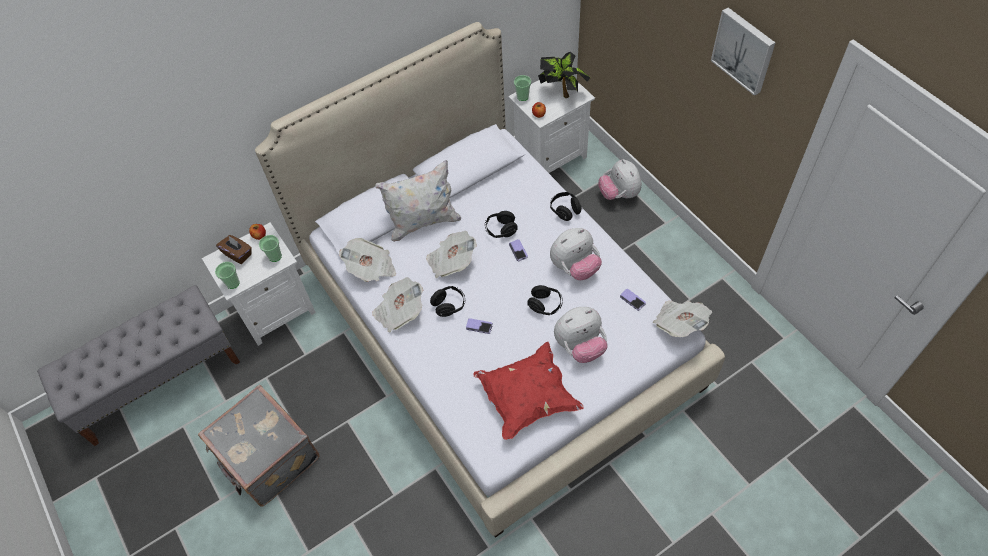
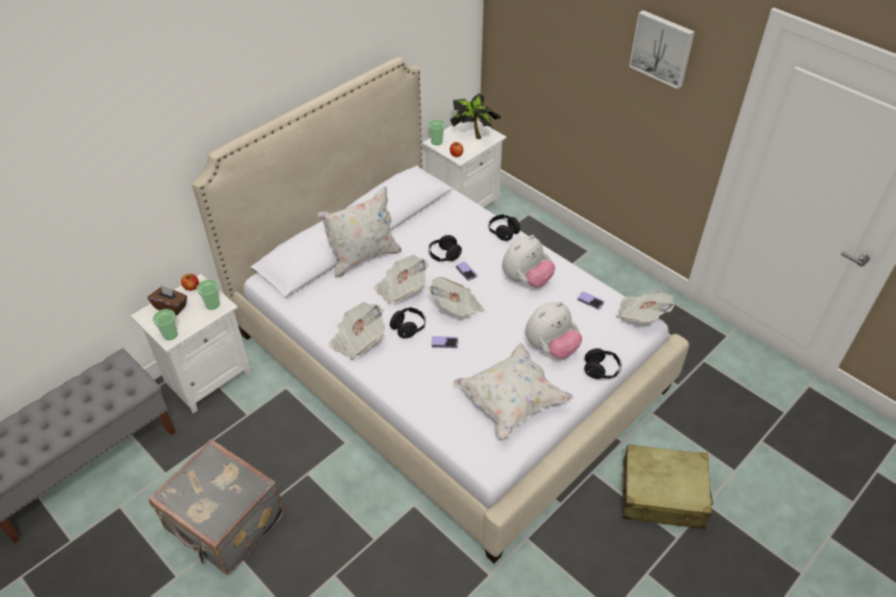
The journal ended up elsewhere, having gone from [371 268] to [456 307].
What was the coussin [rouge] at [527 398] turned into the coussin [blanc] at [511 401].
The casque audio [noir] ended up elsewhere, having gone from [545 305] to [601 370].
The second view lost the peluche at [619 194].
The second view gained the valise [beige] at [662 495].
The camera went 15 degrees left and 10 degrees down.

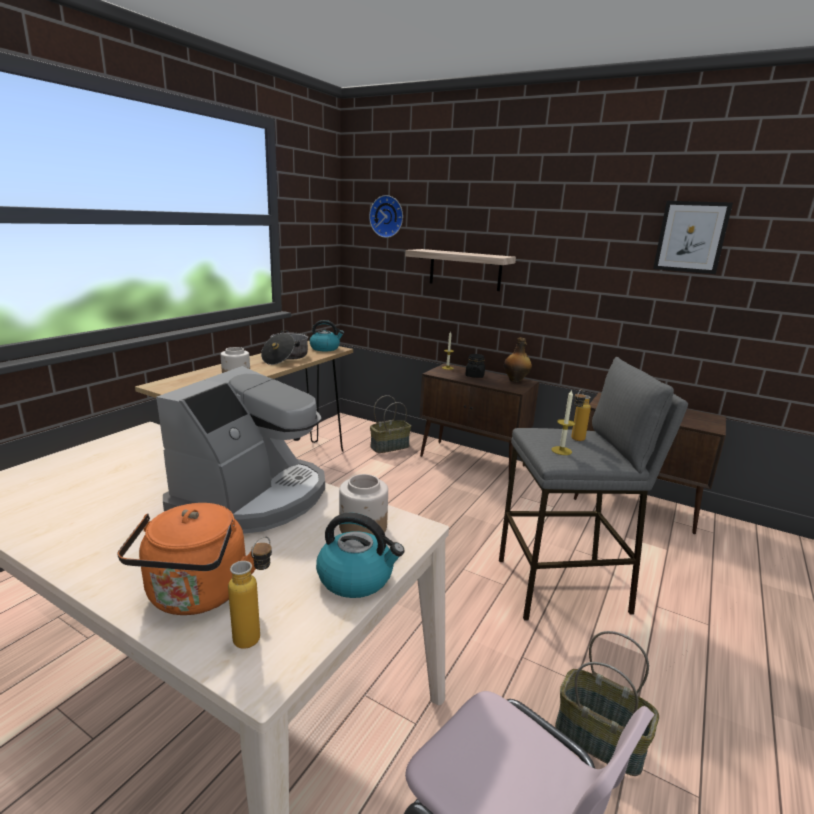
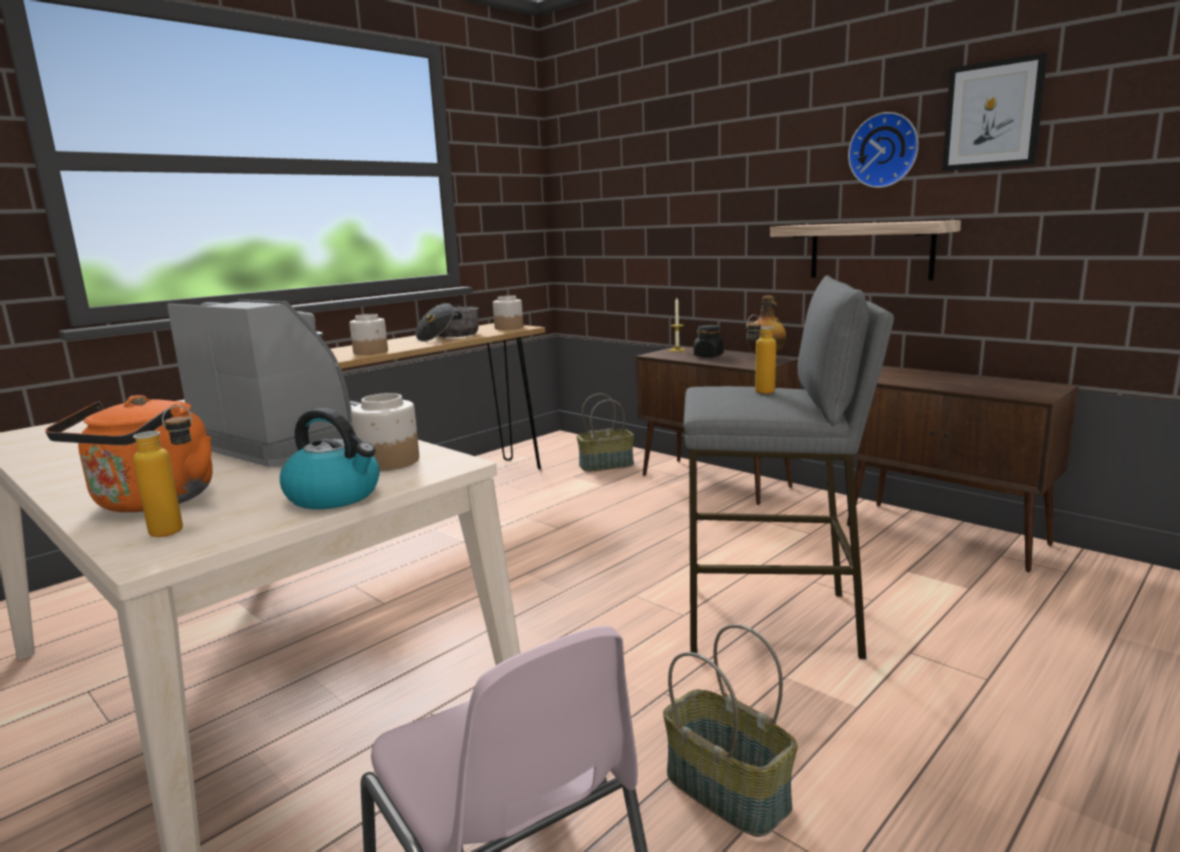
The machine à café at [253 497] ended up facing another way, 90 degrees counterclockwise from before.
Where the bouilloire stood at [325 348], the bocal came to stand at [508 327].
The horloge murale ended up elsewhere, having gone from [387 216] to [884 150].
The étagère ended up elsewhere, having gone from [465 270] to [870 251].
The second view lost the bougie at [561 450].
The camera went 15 degrees right and 5 degrees down.

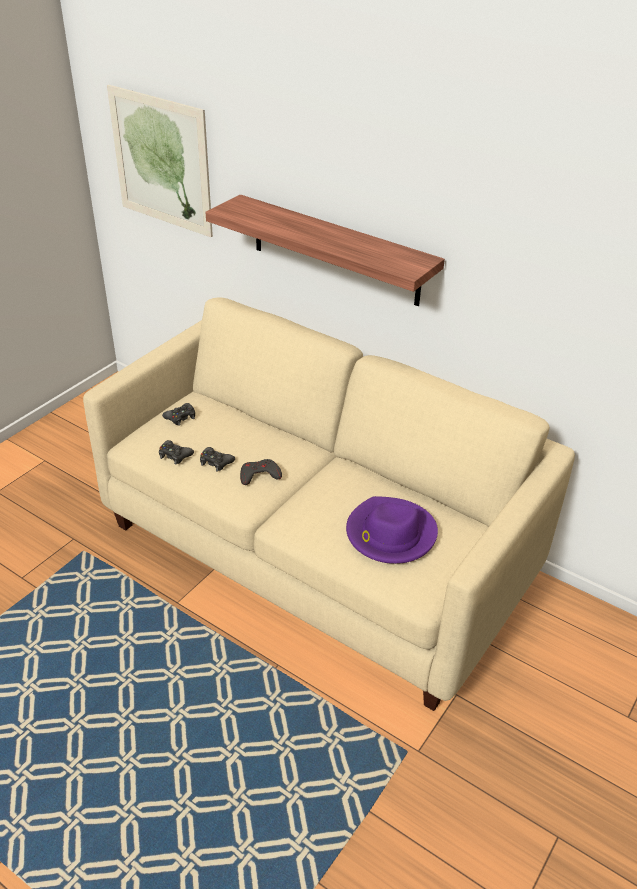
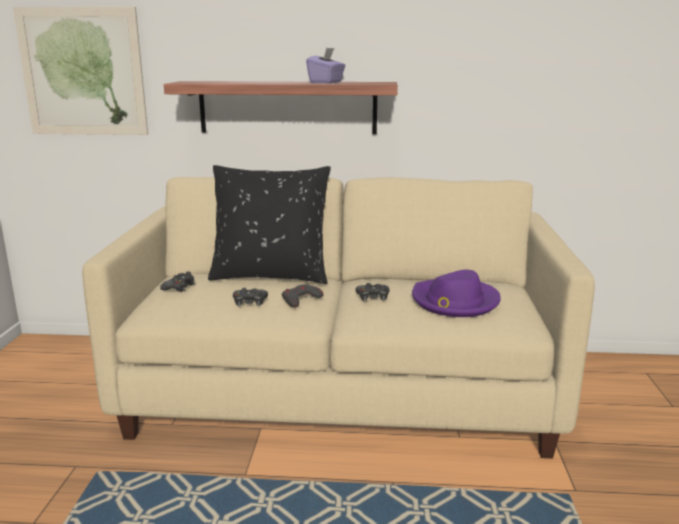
The manette [noir] ended up elsewhere, having gone from [175 455] to [373 297].
The second view gained the coussin [noir] at [271 275].
The second view gained the boîte à mouchoirs [violet] at [326 82].
The camera went 30 degrees left and 20 degrees down.

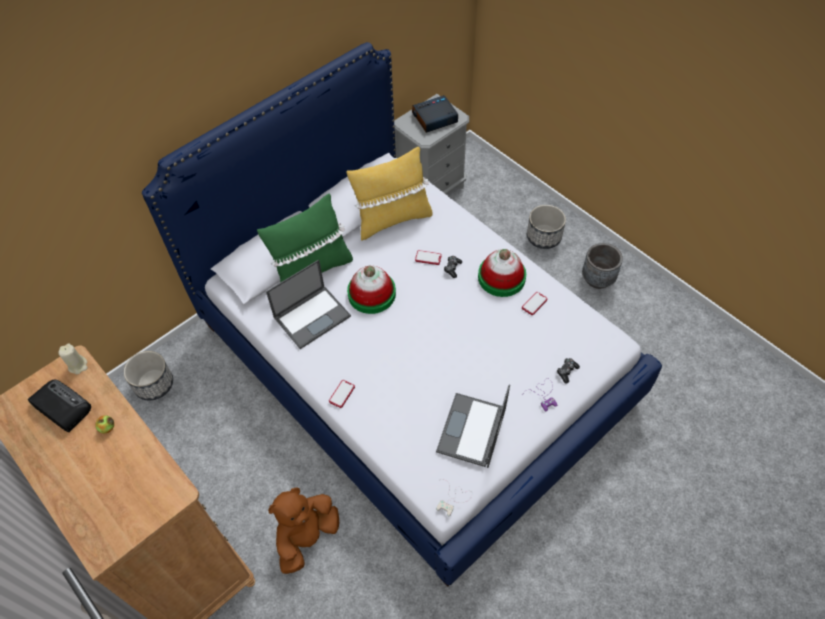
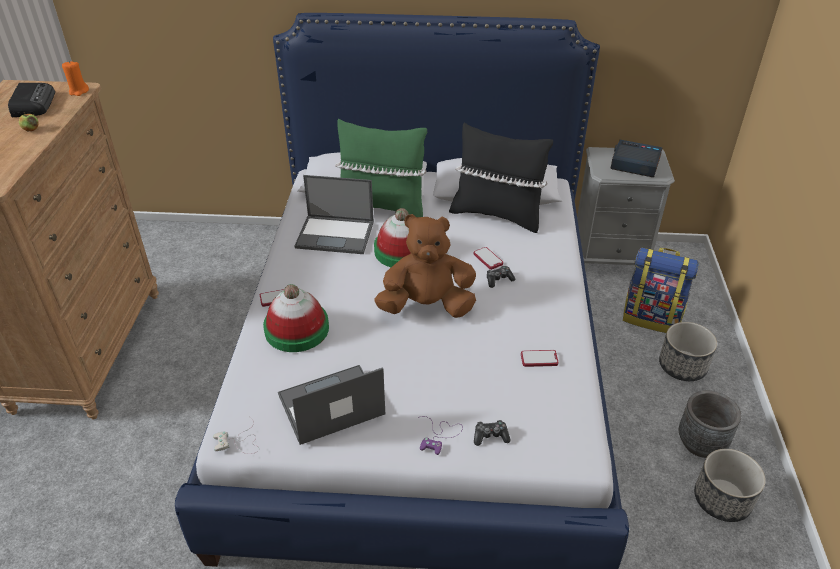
What was the bougie [beige] at [78 365] turned into the bougie [orange] at [78 91].
The cache-pot ended up elsewhere, having gone from [154 384] to [722 500].
The peluche [marron] ended up elsewhere, having gone from [307 537] to [427 306].
What was the coussin [jaune] at [392 219] turned into the coussin [noir] at [496 215].
The chapeau ended up elsewhere, having gone from [501 277] to [297 329].
The second view gained the sac à dos at [652 317].
The camera went 45 degrees right and 15 degrees down.

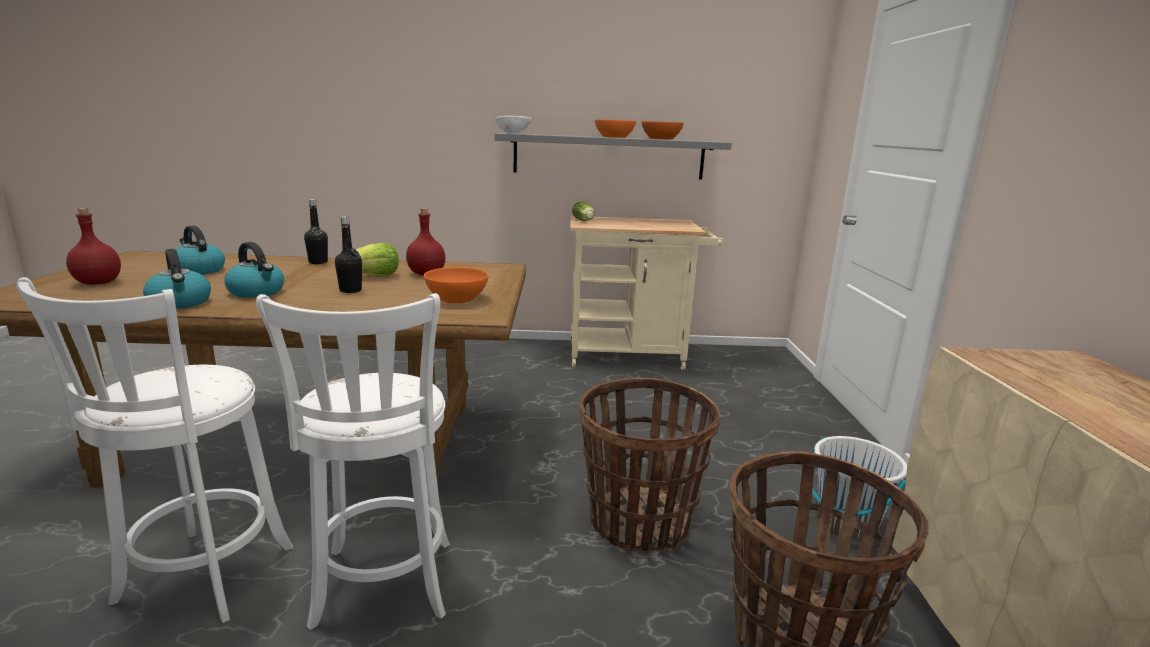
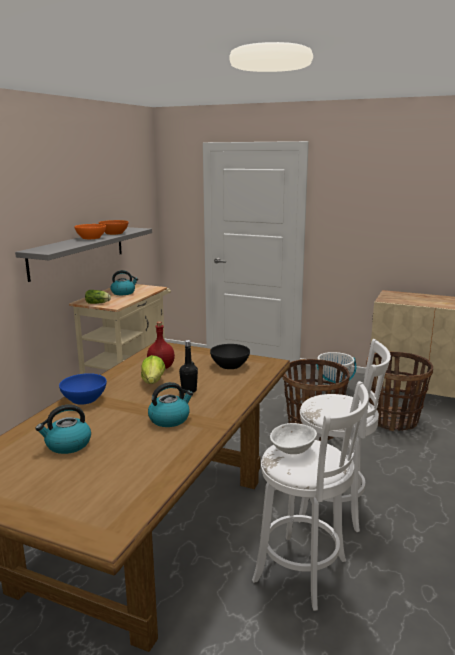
The second view lost the bouteille [rouge] at [99 283].
The bouilloire ended up elsewhere, having gone from [180 303] to [123 293].
Where the bouteille [noir] stood at [318 262], the bol [bleu] came to stand at [84 398].
What was the bol [orange] at [457 298] turned into the bol [noir] at [230 365].
The bol [blanc] ended up elsewhere, having gone from [512 133] to [293 450].
The camera went 65 degrees left and 0 degrees up.

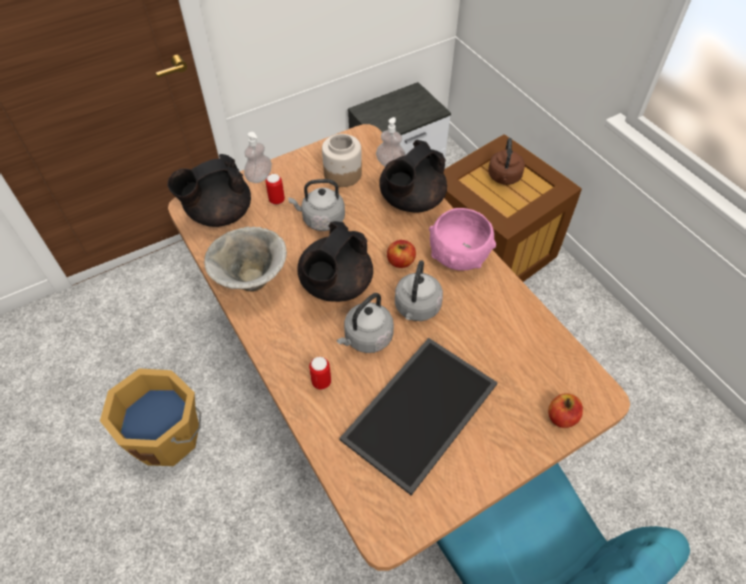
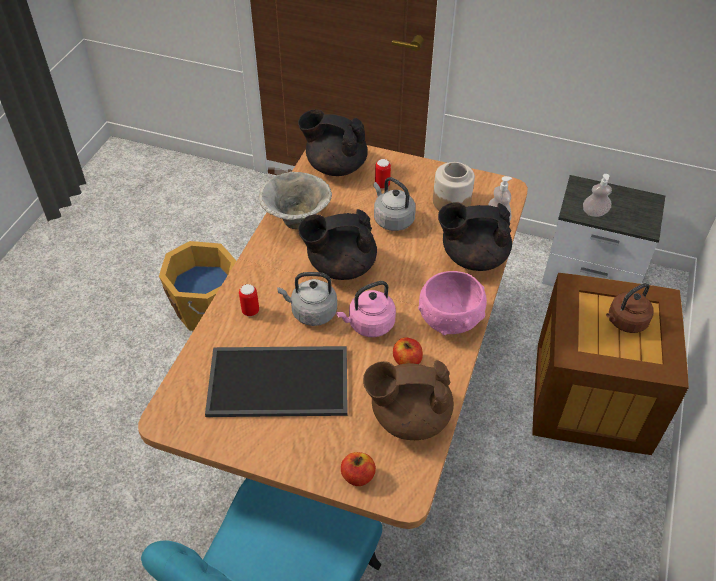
The distributeur de savon ended up elsewhere, having gone from [259 177] to [594 212].
The pomme ended up elsewhere, having gone from [400 261] to [407 361].
What was the bouilloire [gris] at [416 308] turned into the bouilloire [rose] at [369 324].
The second view gained the théière [marron] at [408 416].
The camera went 50 degrees right and 5 degrees down.

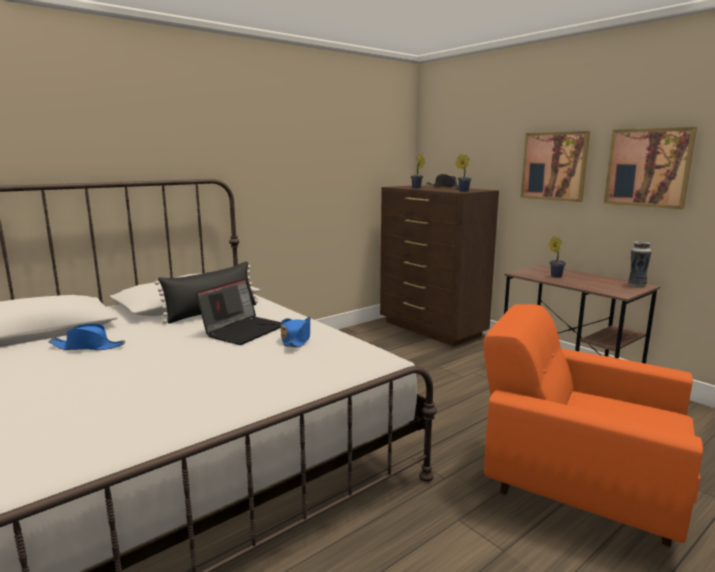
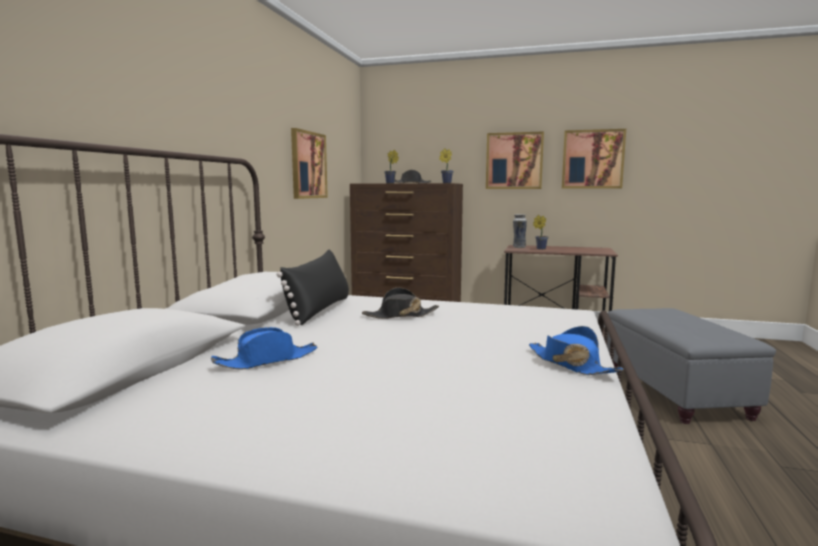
Where the ordinateur portable stood at [244 330], the chapeau [noir] came to stand at [400 315].
The chapeau [bleu] ended up elsewhere, having gone from [296 339] to [570 364].
Where the fauteuil [orange] stood at [578 485], the pouf [gris] came to stand at [674 392].
The vase ended up elsewhere, having gone from [636 285] to [519 247].
The second view gained the tableau at [308 165].
The camera went 35 degrees left and 5 degrees down.

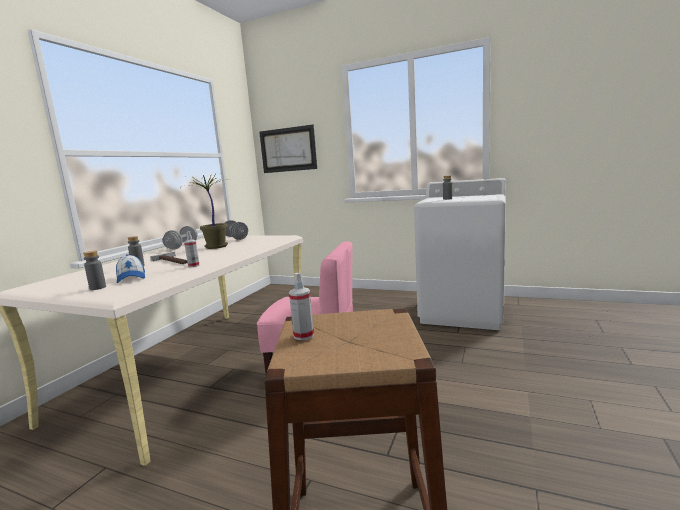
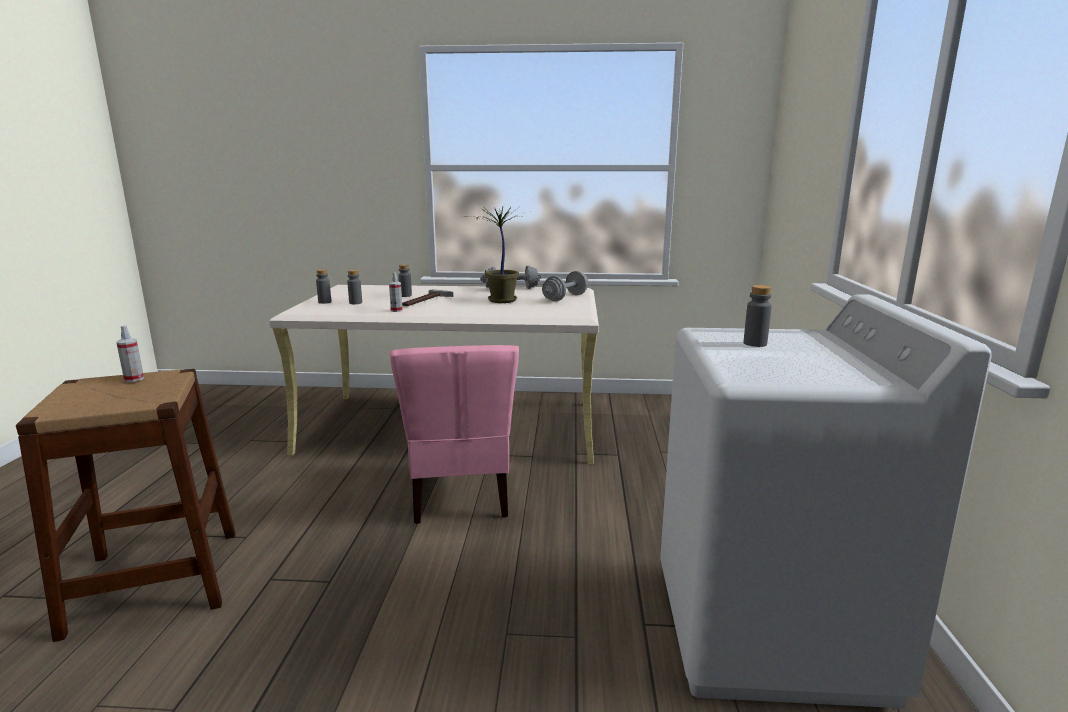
Where the casquette stood at [131 278], the bouteille [gris] came to stand at [355 303].
The second view lost the tableau at [288 149].
The camera went 70 degrees right and 5 degrees up.

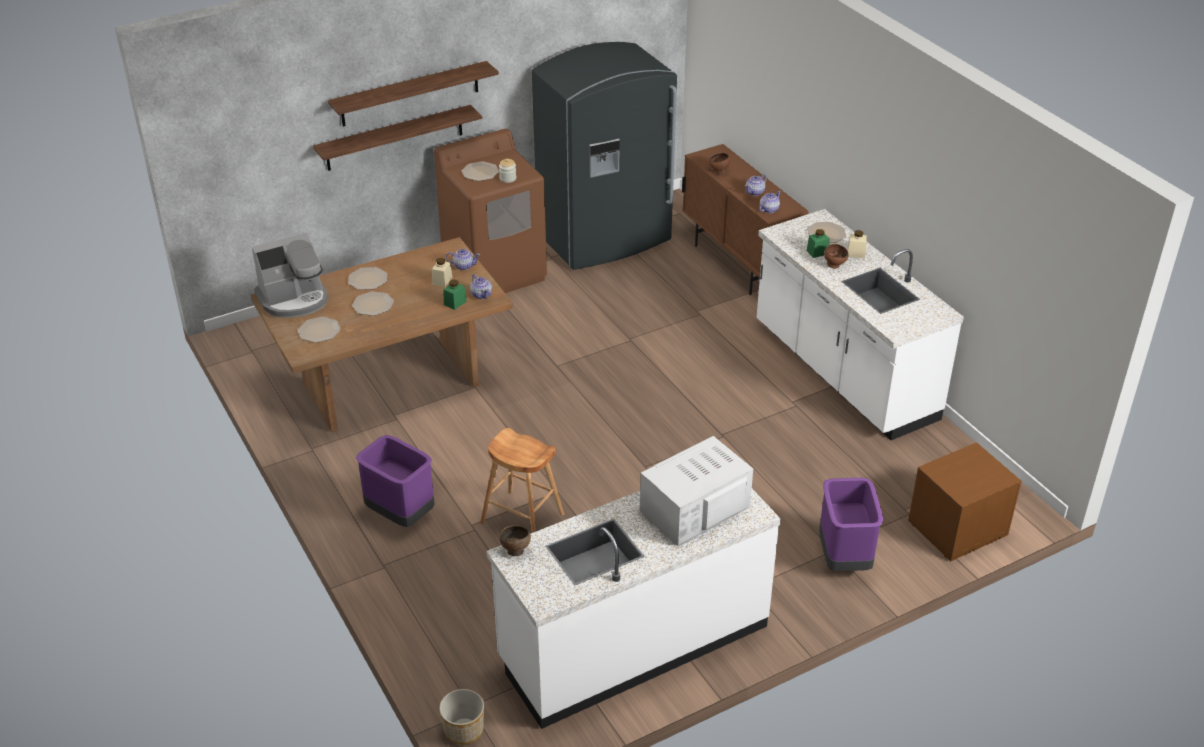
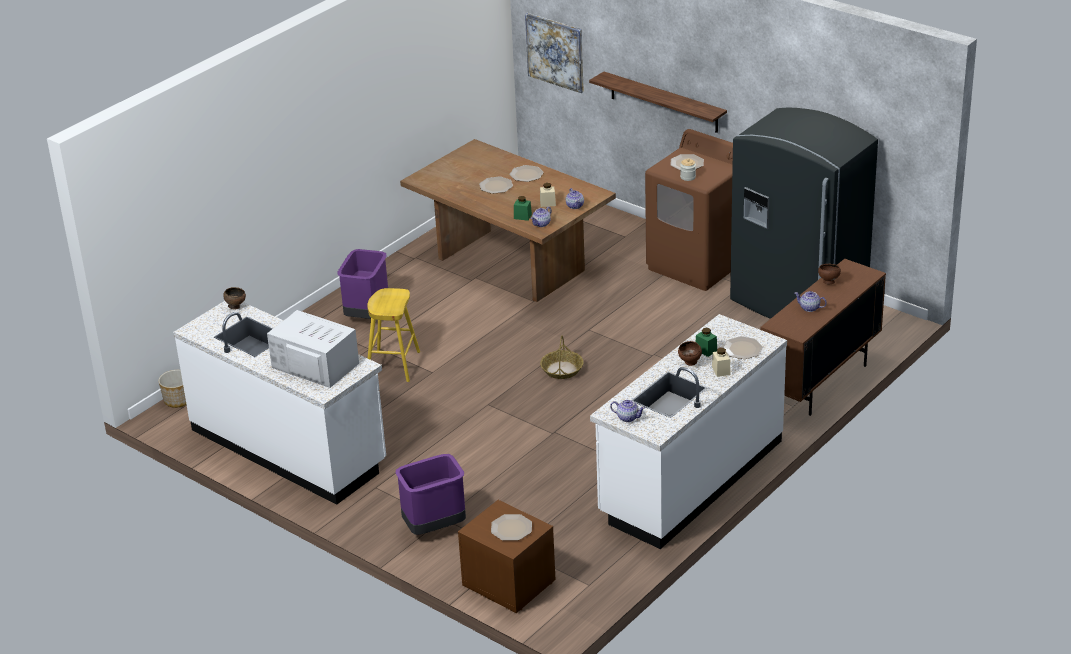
The second view lost the machine à café at [294 299].
The assiette ended up elsewhere, having gone from [319 331] to [511 528].
The second view lost the étagère at [410 94].
What was the tabouret [marron] at [522 518] turned into the tabouret [jaune] at [393 365].
The théière ended up elsewhere, having gone from [768 209] to [627 417].
The second view gained the tableau at [555 52].
The second view gained the panier at [562 370].
The camera went 70 degrees right and 5 degrees down.

